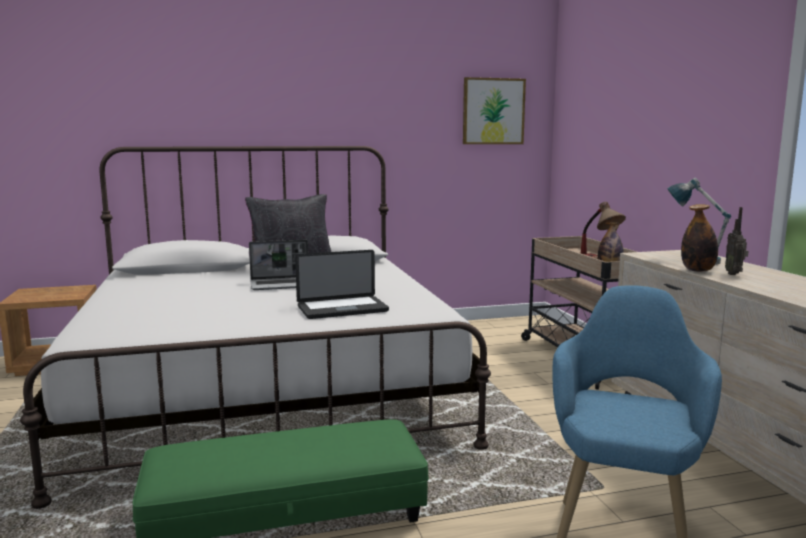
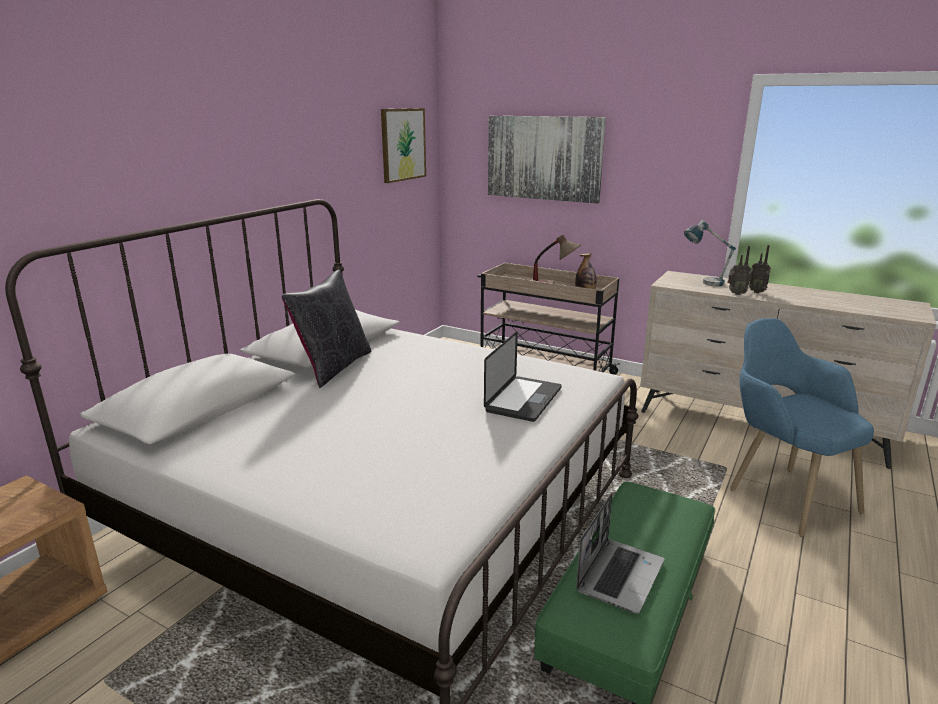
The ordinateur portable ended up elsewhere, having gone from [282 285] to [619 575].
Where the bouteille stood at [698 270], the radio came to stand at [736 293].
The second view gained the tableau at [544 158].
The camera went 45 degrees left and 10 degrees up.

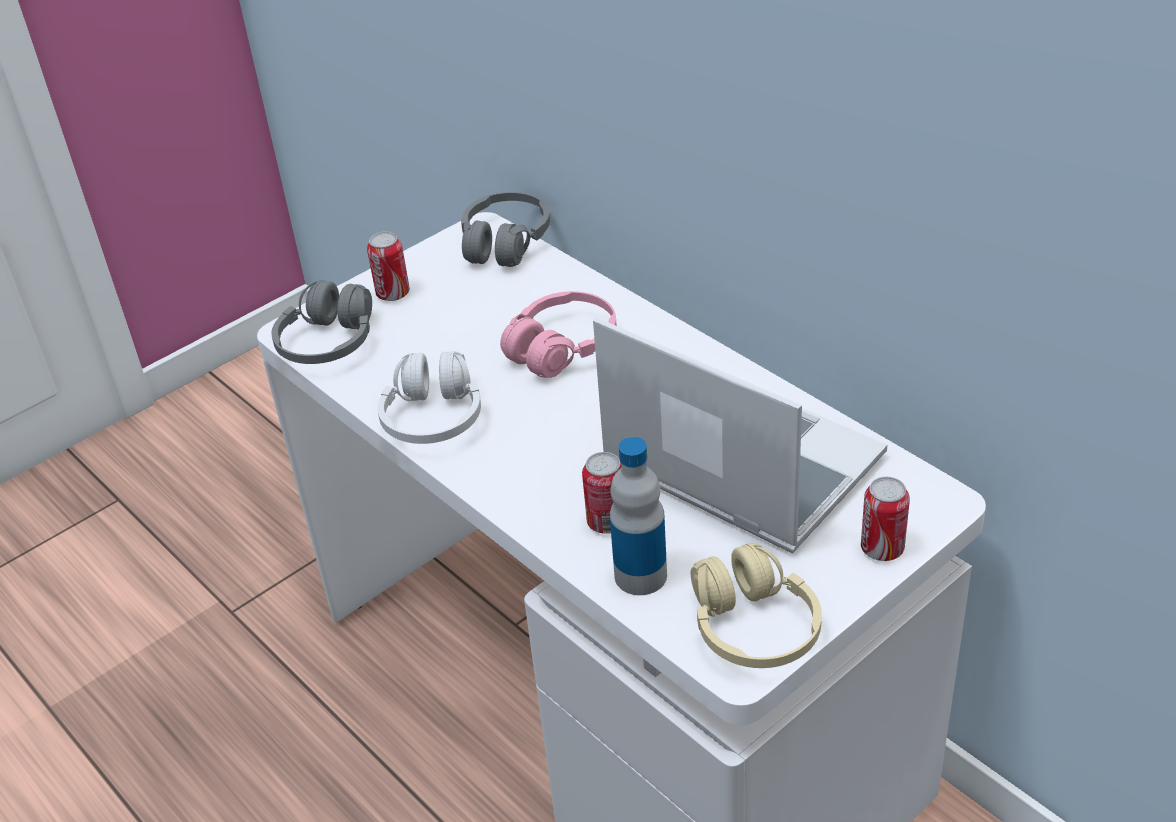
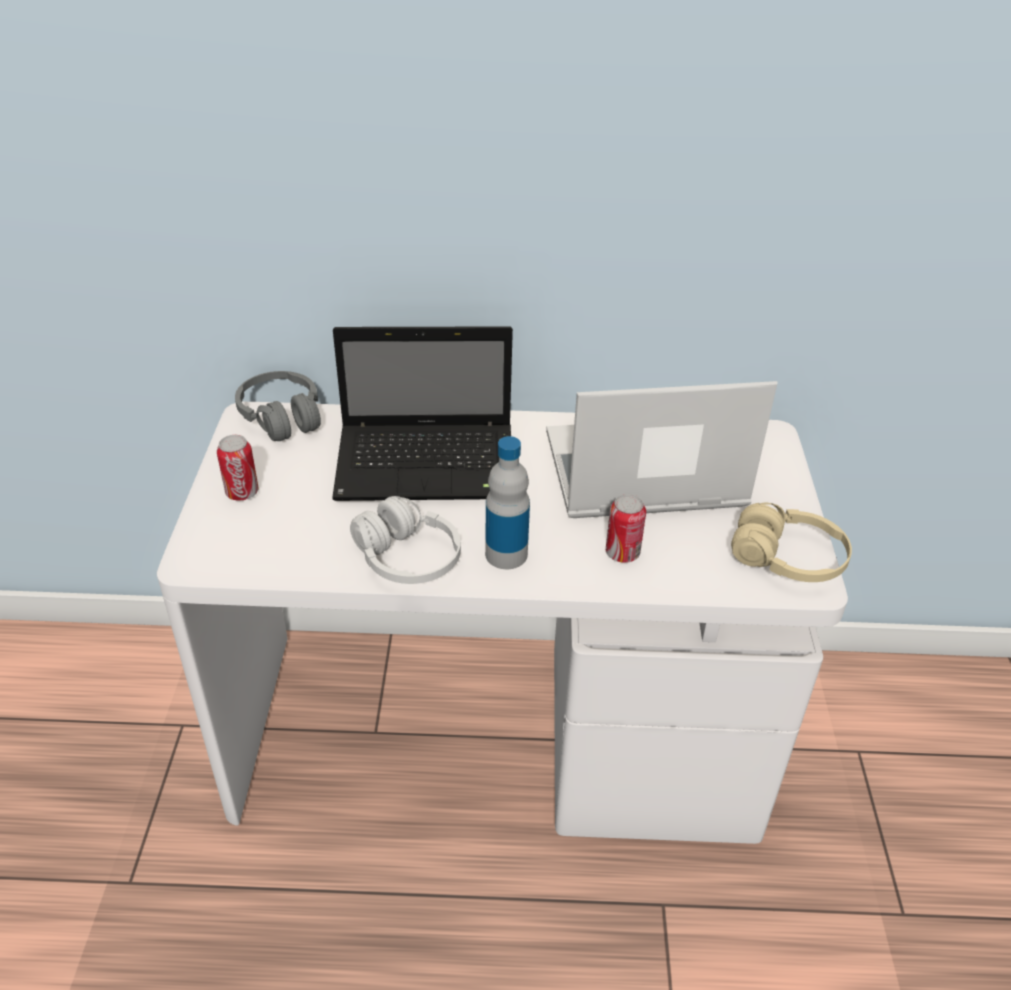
The second view lost the casque audio [gris] at [328 343].
Where the casque audio [rose] stood at [562 348], the ordinateur portable came to stand at [430 464].
The bouteille ended up elsewhere, having gone from [640 575] to [506 554].
The second view lost the boîte métallique at [882 549].
The camera went 50 degrees left and 0 degrees up.

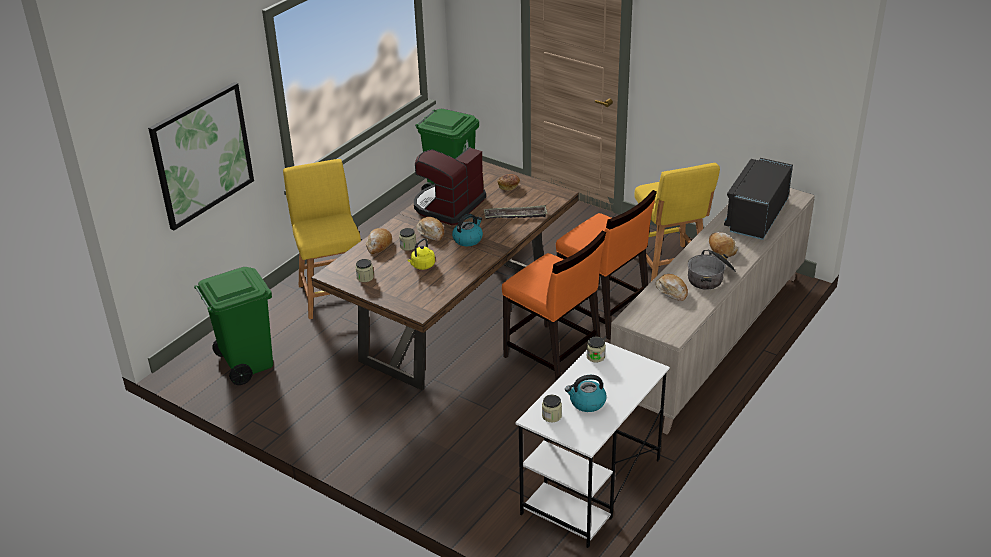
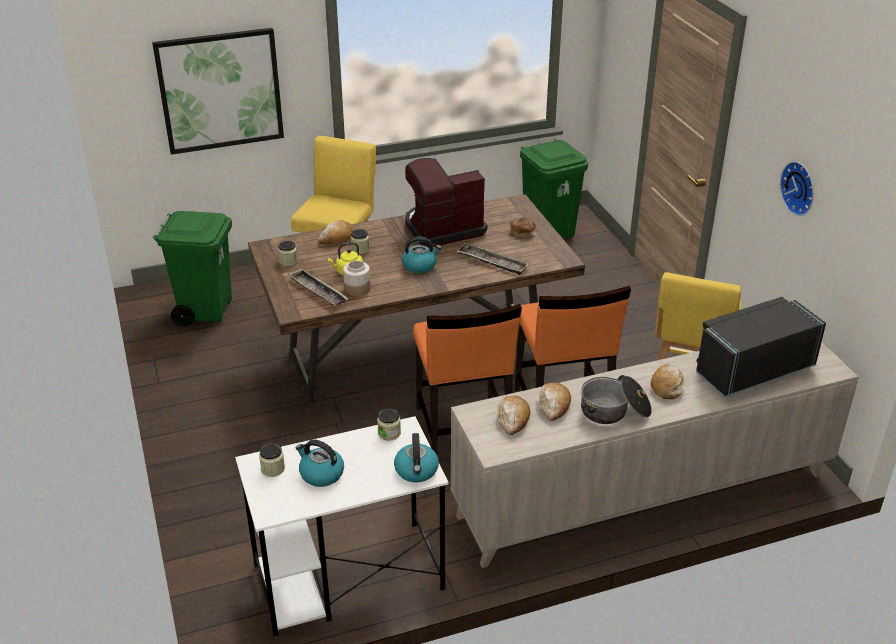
The pain ended up elsewhere, having gone from [431 233] to [512 419].
The second view gained the plateau at [318 291].
The second view gained the bocal at [357 289].
The second view gained the bouilloire at [416 471].
The second view gained the horloge murale at [800 188].
The camera went 35 degrees right and 0 degrees up.

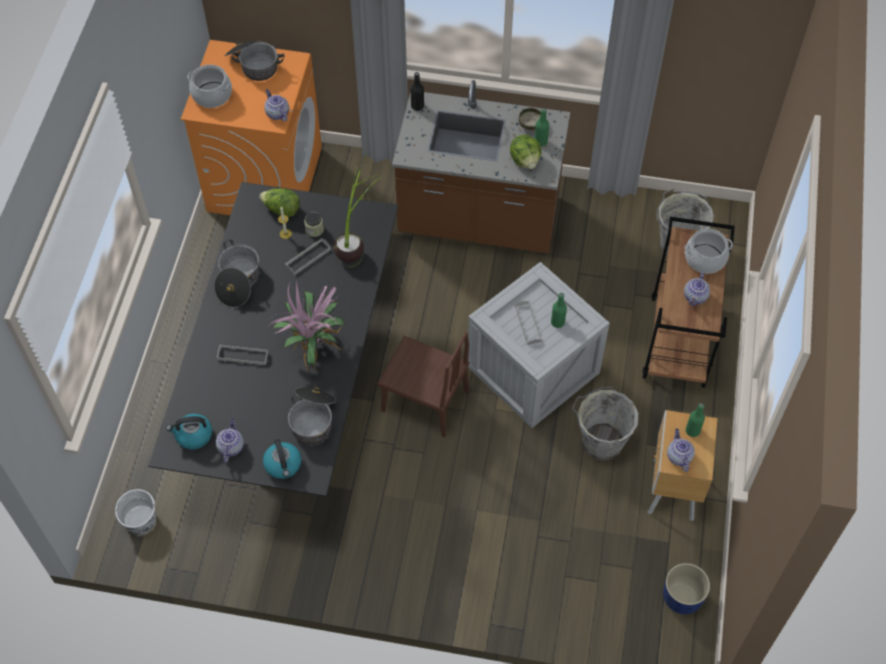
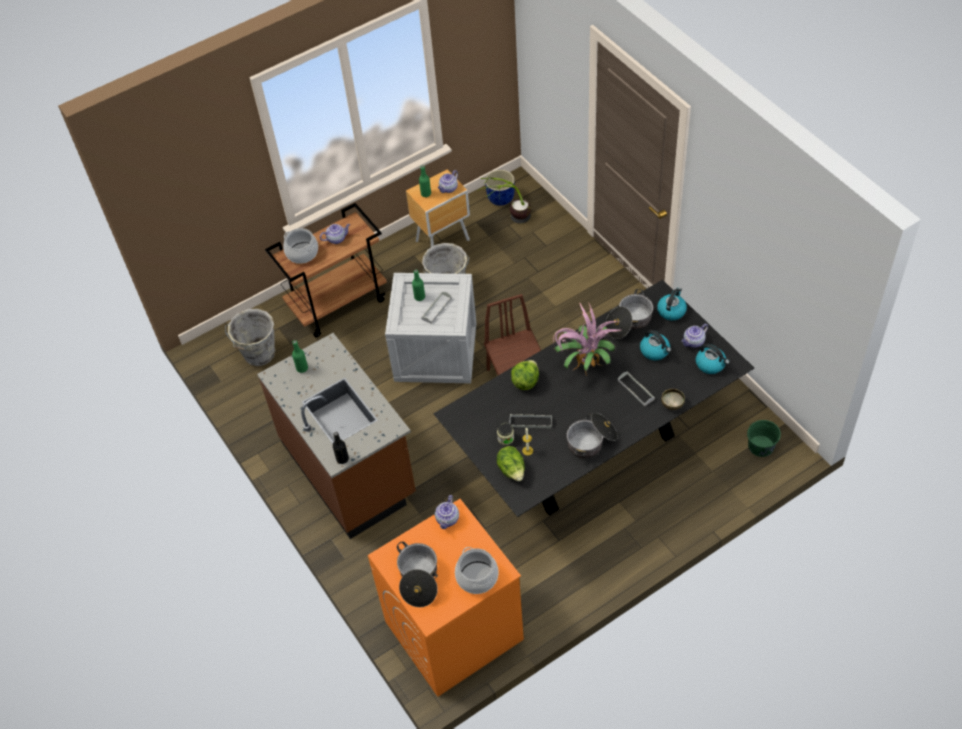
What was the seau [blanc] at [140 520] turned into the seau [vert] at [761 446].
The plante en pot ended up elsewhere, having gone from [357 243] to [508 219].
The laitue ended up elsewhere, having gone from [525 160] to [525 382].
The bol ended up elsewhere, having gone from [530 124] to [672 404].
The second view gained the bouilloire at [655 351].
The camera went 130 degrees left and 5 degrees down.

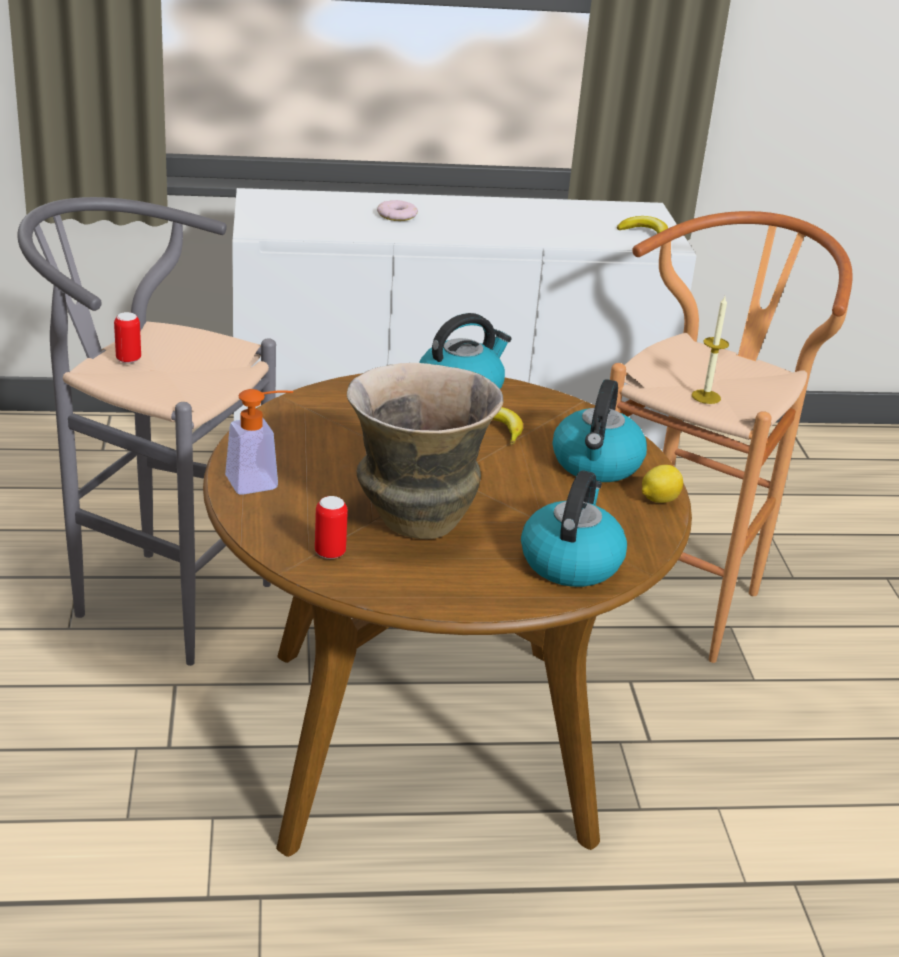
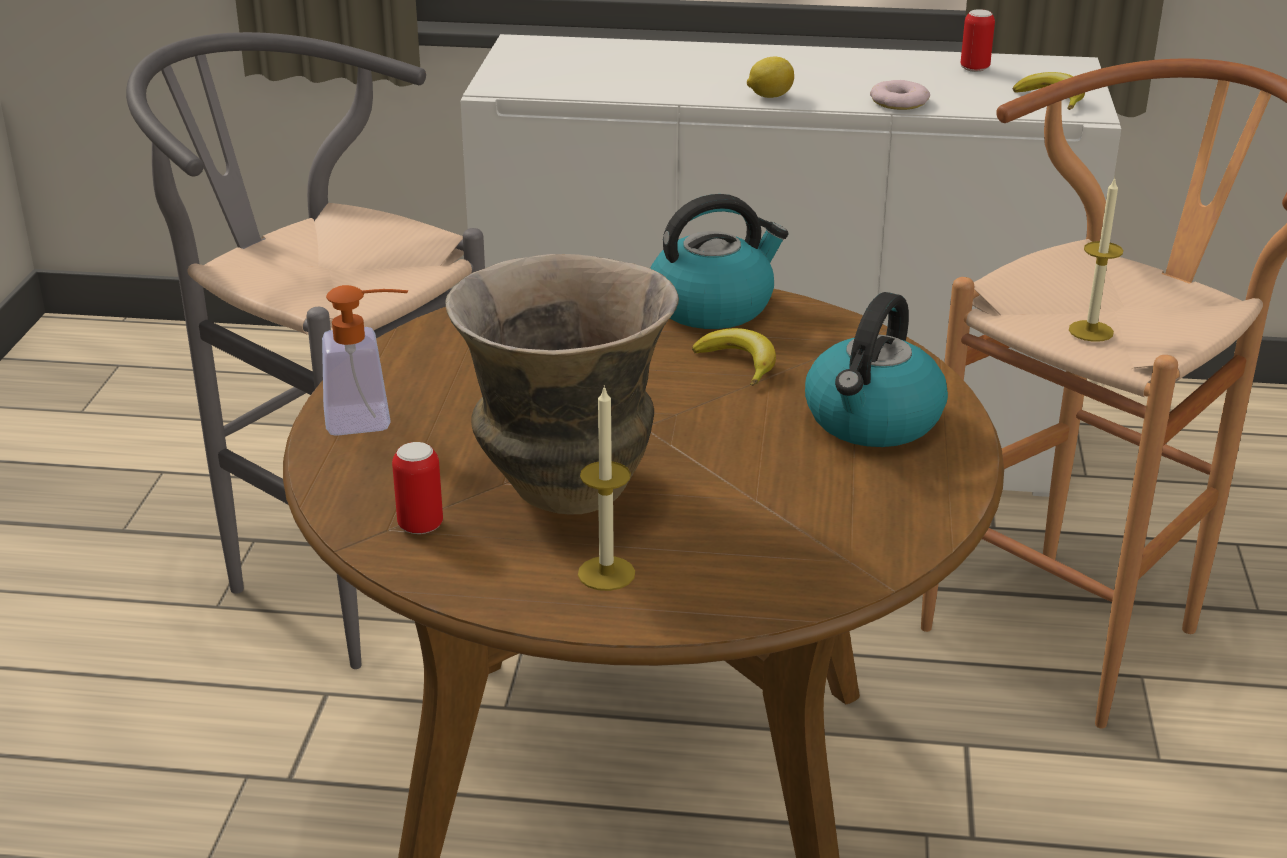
The boîte métallique ended up elsewhere, having gone from [128 359] to [974 68].
The beignet ended up elsewhere, having gone from [396 215] to [898 102].
The second view lost the bouilloire at [570 561].
The citron ended up elsewhere, having gone from [658 499] to [769 96].
The second view gained the bougie at [606 573].
The camera went 15 degrees right and 0 degrees up.

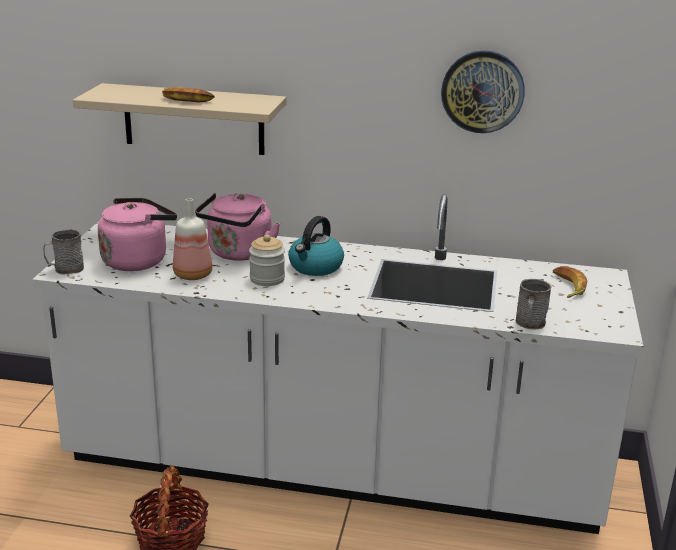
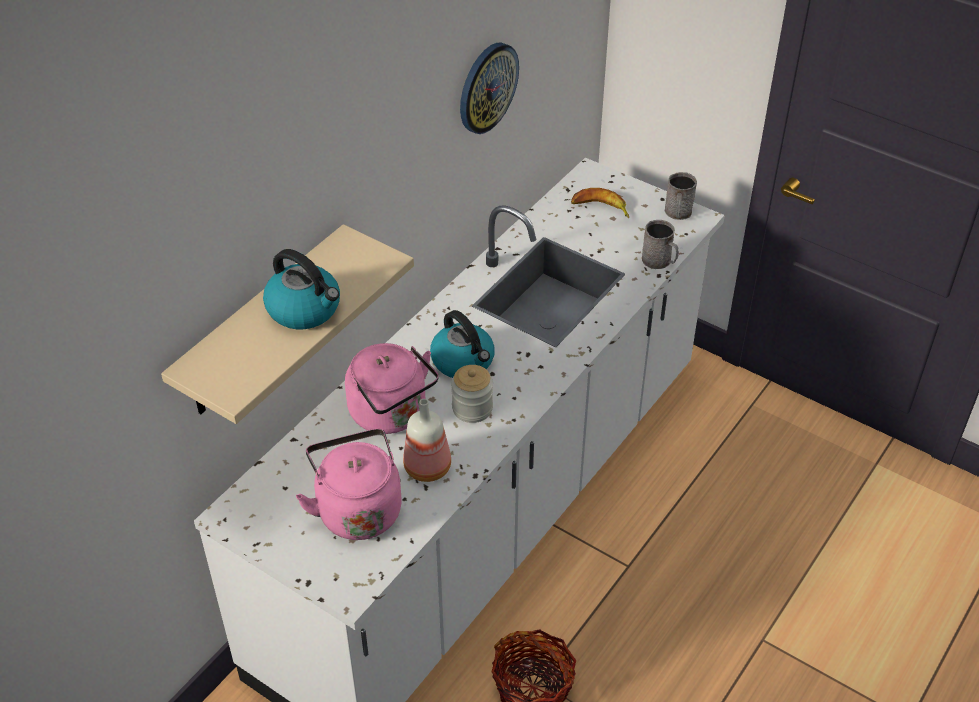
The mug [gris] ended up elsewhere, having gone from [65 269] to [678 213].
Where the banane stood at [186 99], the bouilloire came to stand at [305 309].
The camera went 65 degrees left and 20 degrees up.

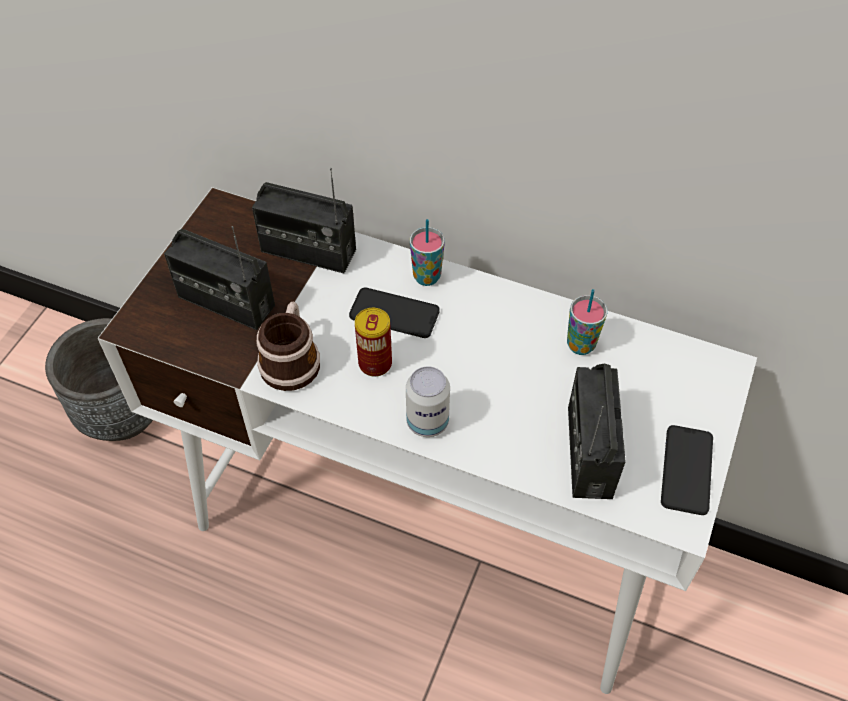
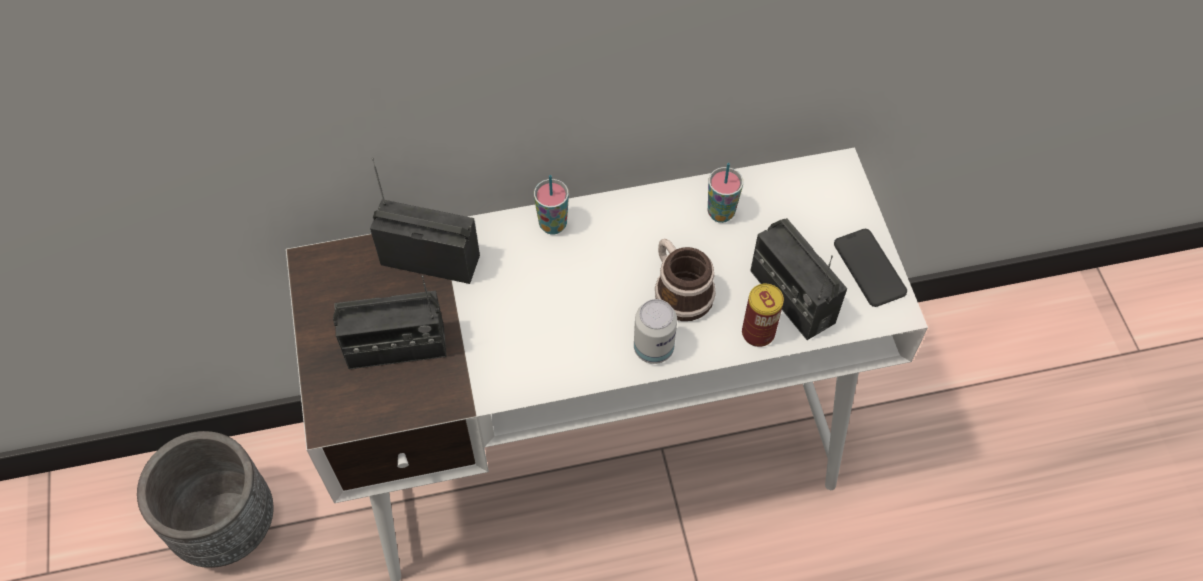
The radio at [308 251] ended up facing another way, 150 degrees counterclockwise from before.
The mug ended up elsewhere, having gone from [291 359] to [679 290].
The second view lost the téléphone at [394 313].
The boîte métallique ended up elsewhere, having gone from [375 363] to [758 333].
The camera went 35 degrees left and 5 degrees up.

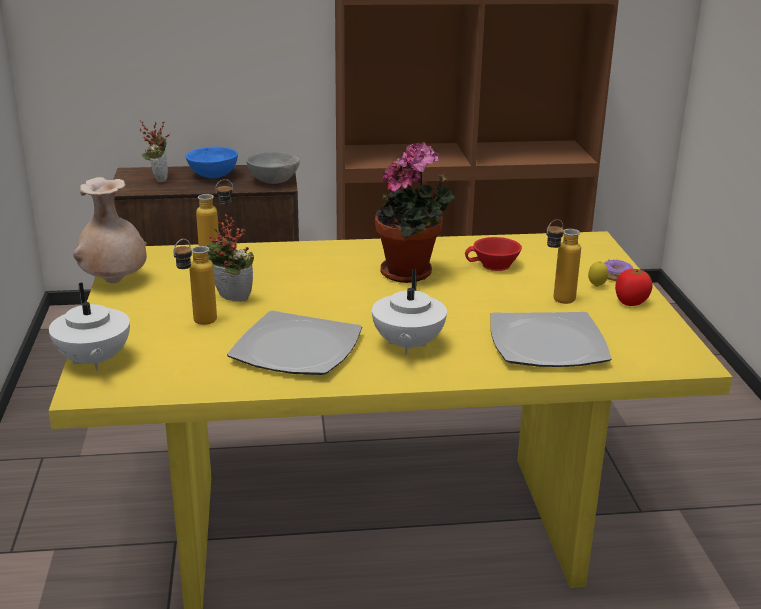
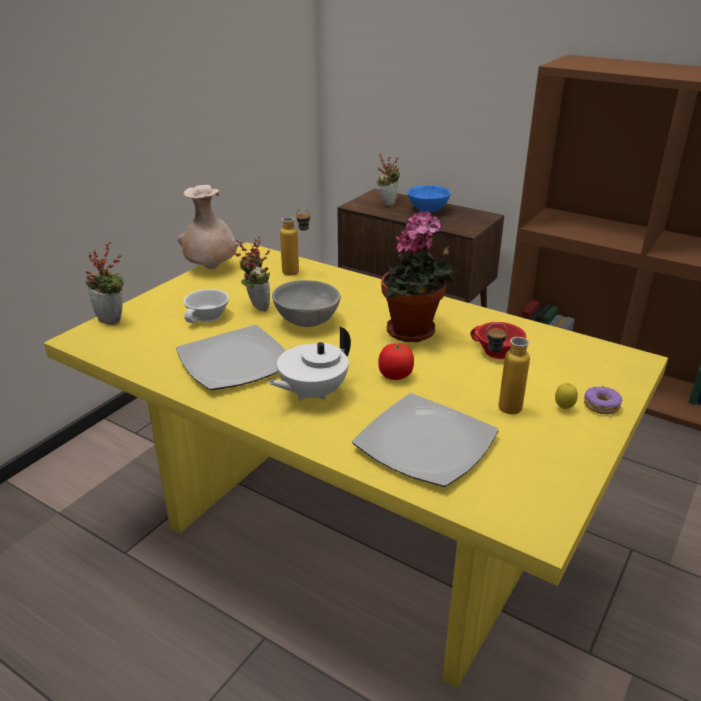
Where the théière [blanc] stood at [93 361], the plante en pot came to stand at [113 320].
Where the bouteille stood at [197 323], the tasse [blanc] came to stand at [208 317].
The bol [gris] ended up elsewhere, having gone from [273 181] to [307 321].
The tomate ended up elsewhere, having gone from [630 302] to [395 376].
The camera went 40 degrees right and 5 degrees up.

